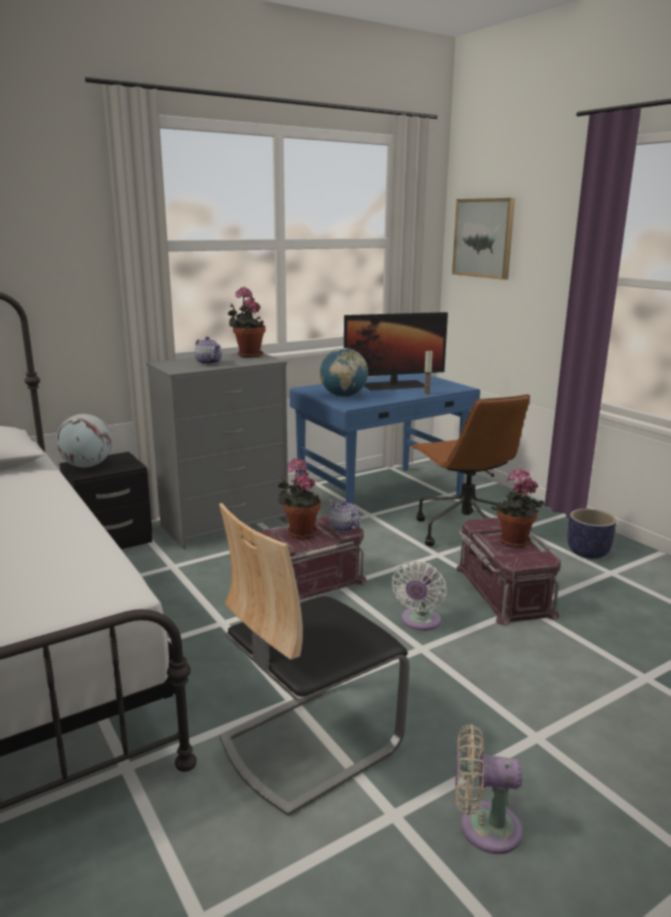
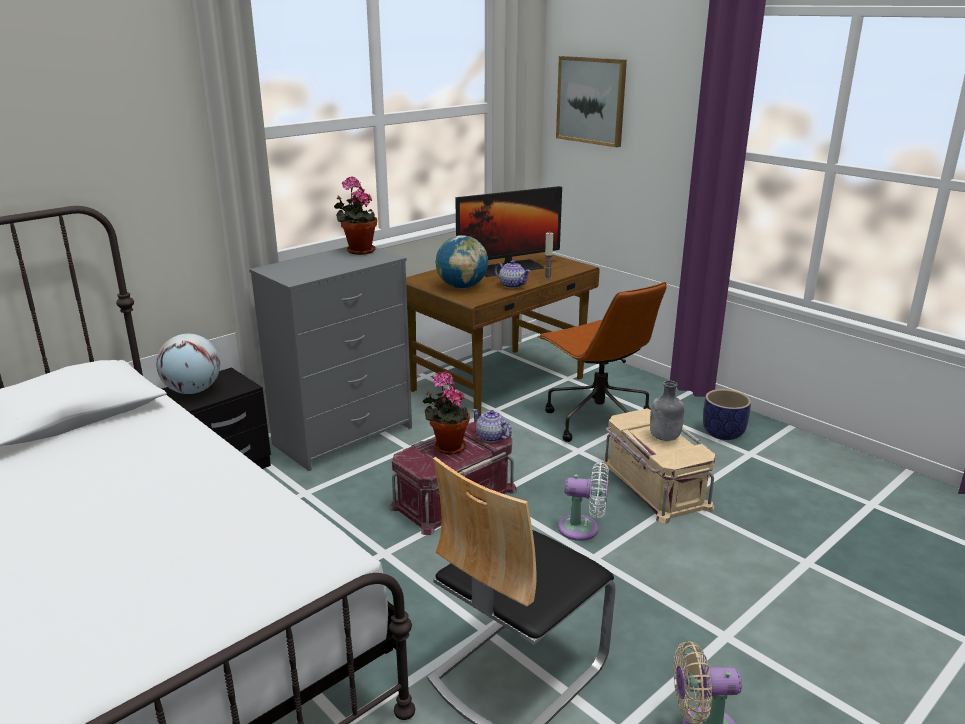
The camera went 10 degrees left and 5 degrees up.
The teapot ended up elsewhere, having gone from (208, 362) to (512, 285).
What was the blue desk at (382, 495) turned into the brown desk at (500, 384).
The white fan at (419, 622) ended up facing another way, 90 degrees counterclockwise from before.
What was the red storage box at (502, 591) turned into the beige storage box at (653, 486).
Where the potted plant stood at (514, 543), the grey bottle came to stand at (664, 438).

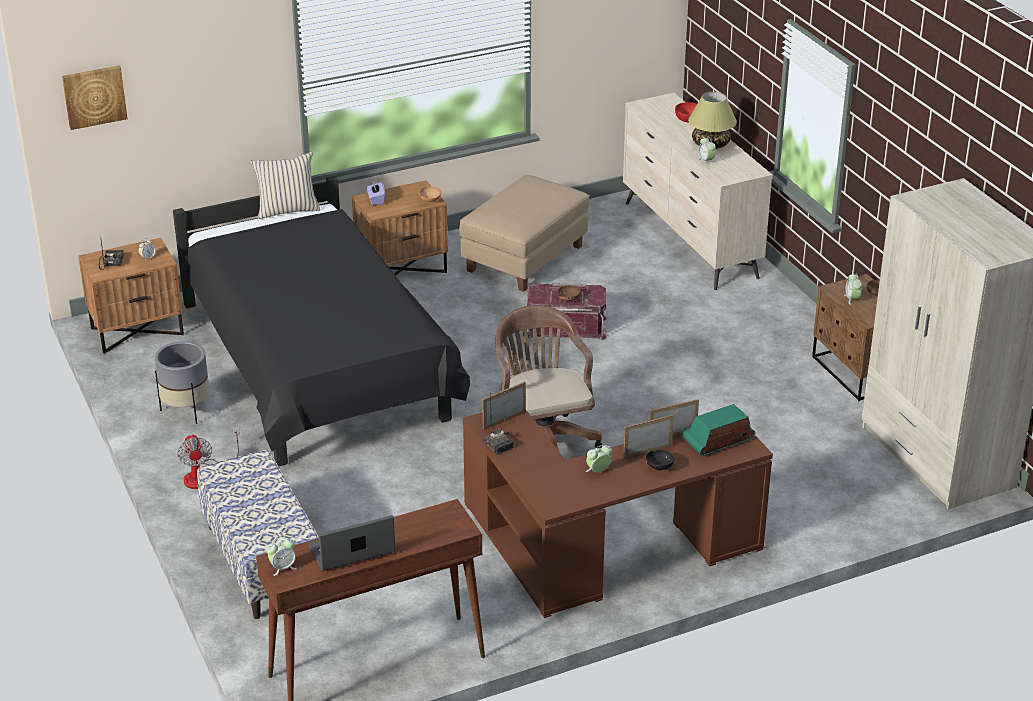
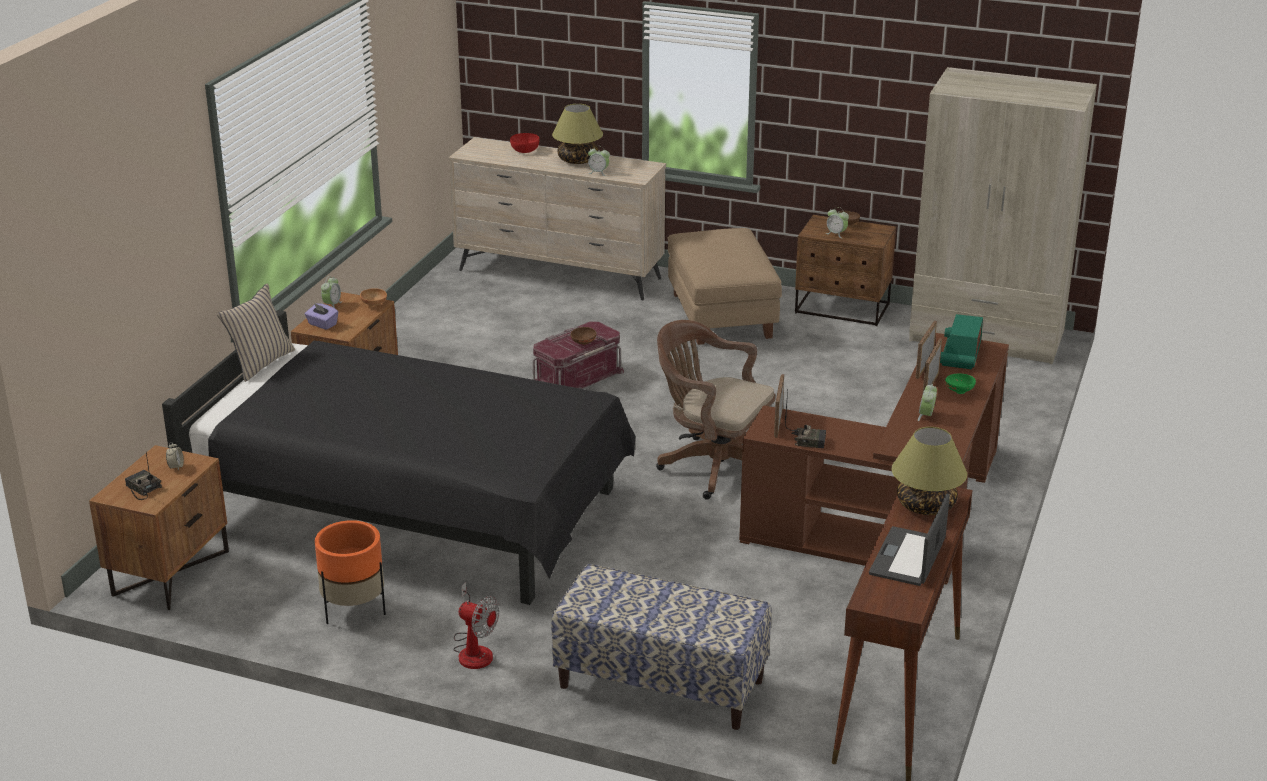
The camera went 45 degrees left and 5 degrees down.
The second view lost the picture at (94, 96).
What was the grey planter at (186, 410) turned into the orange planter at (353, 609).
The alarm clock ended up elsewhere, having gone from (283, 568) to (332, 305).
The beige ottoman ended up elsewhere, having gone from (525, 258) to (721, 315).
What was the black bowl at (659, 467) turned into the green bowl at (959, 390).
The second view gained the table lamp at (925, 505).

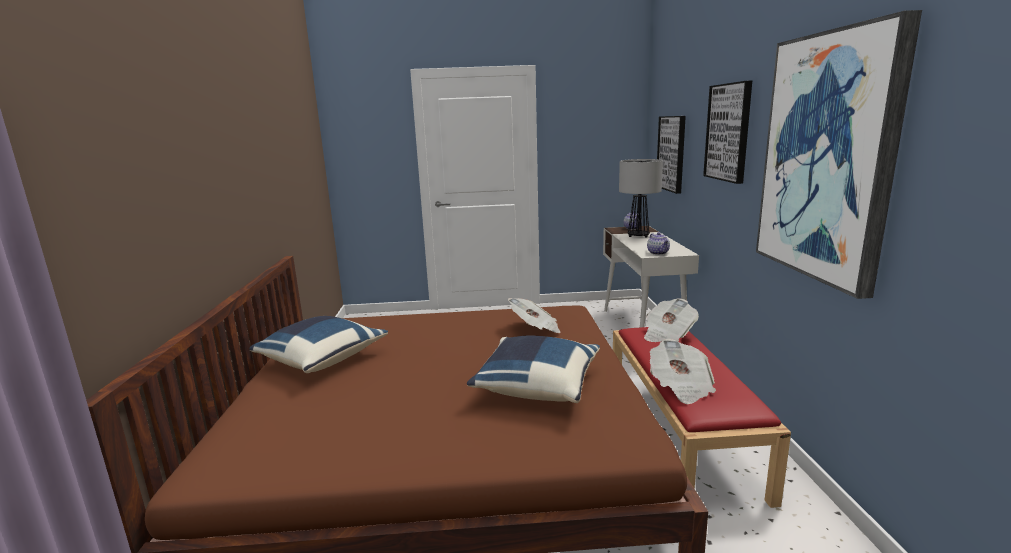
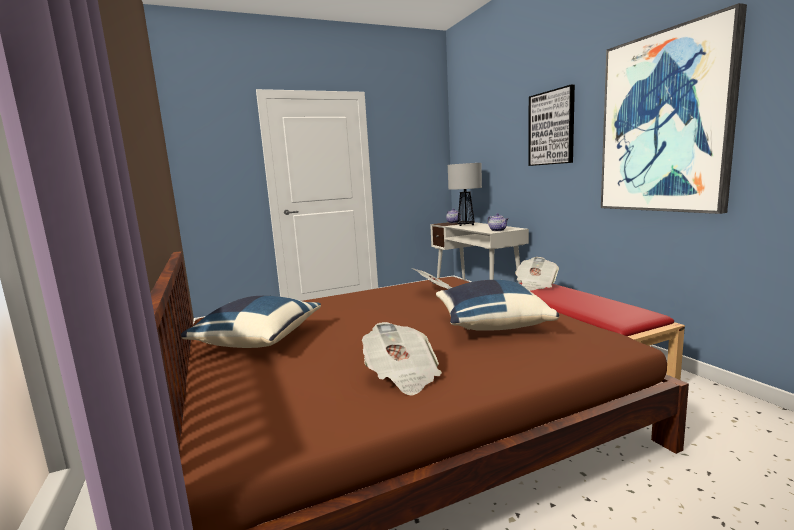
The camera went 20 degrees left and 5 degrees down.
The newspaper ended up elsewhere, having gone from (680, 387) to (402, 376).
The second view lost the picture at (672, 153).

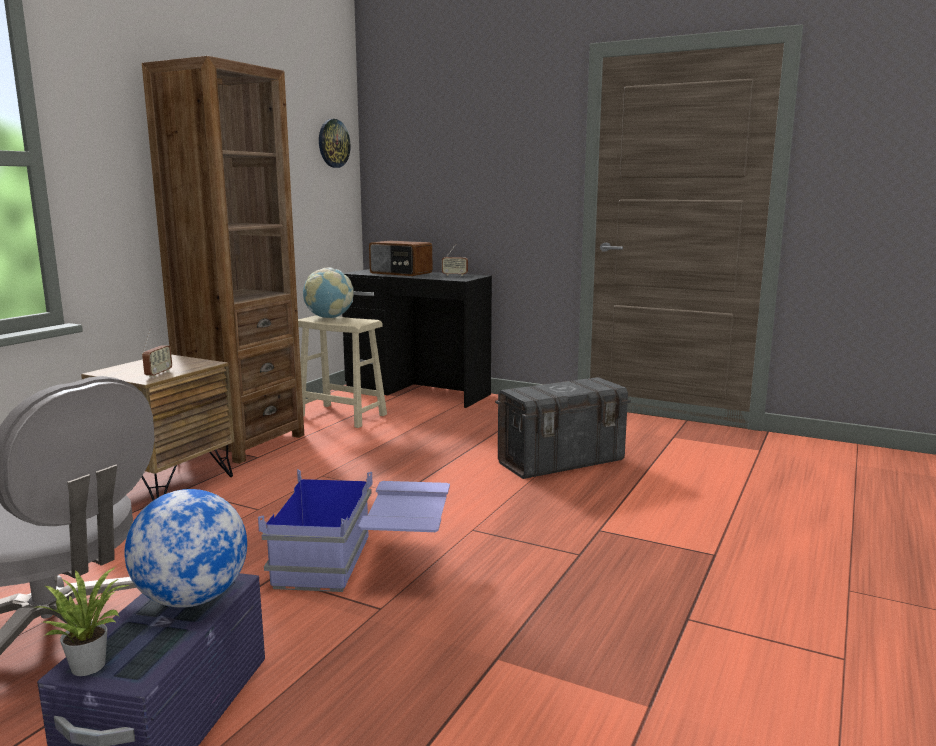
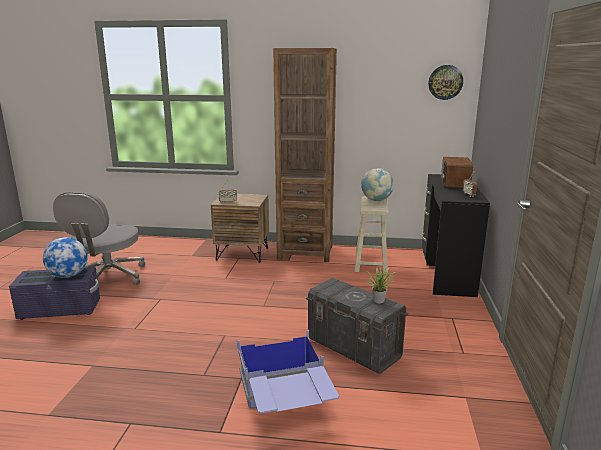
The camera went 70 degrees right and 5 degrees up.
The potted plant ended up elsewhere, having gone from (89, 663) to (379, 300).
The blue storage box ended up elsewhere, having gone from (363, 565) to (285, 406).

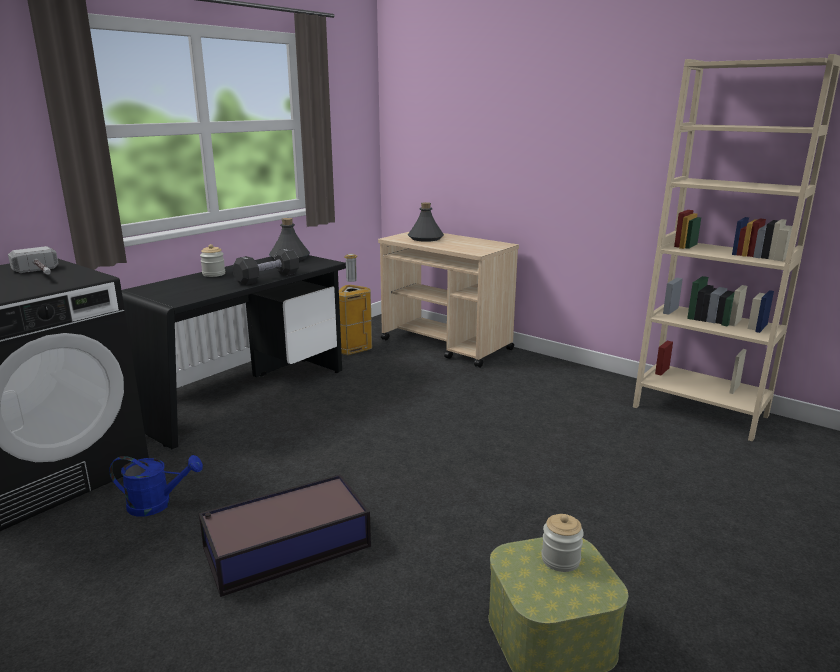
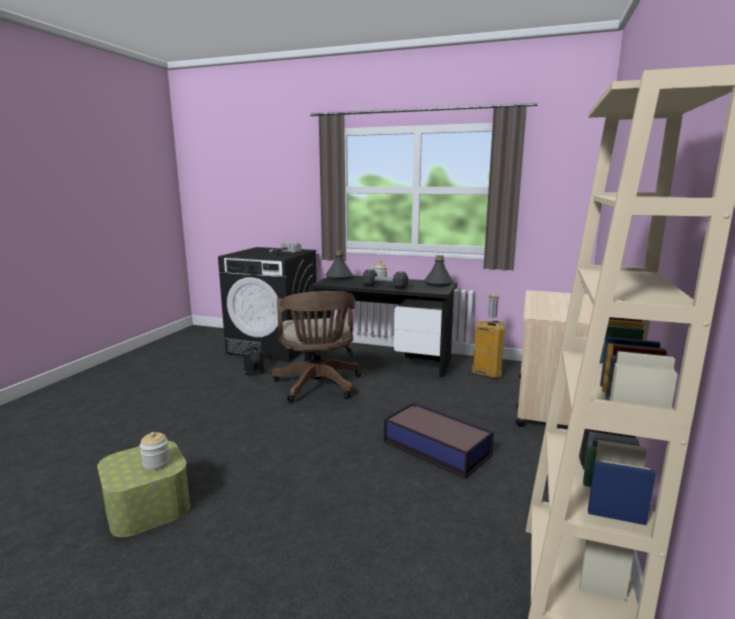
The camera went 70 degrees right and 5 degrees down.
What was the blue watering can at (157, 504) turned into the black watering can at (255, 373).
The storage box ended up elsewhere, having gone from (284, 547) to (435, 448).
The grey bottle ended up elsewhere, having gone from (425, 238) to (339, 277).
The second view gained the brown office chair at (318, 386).

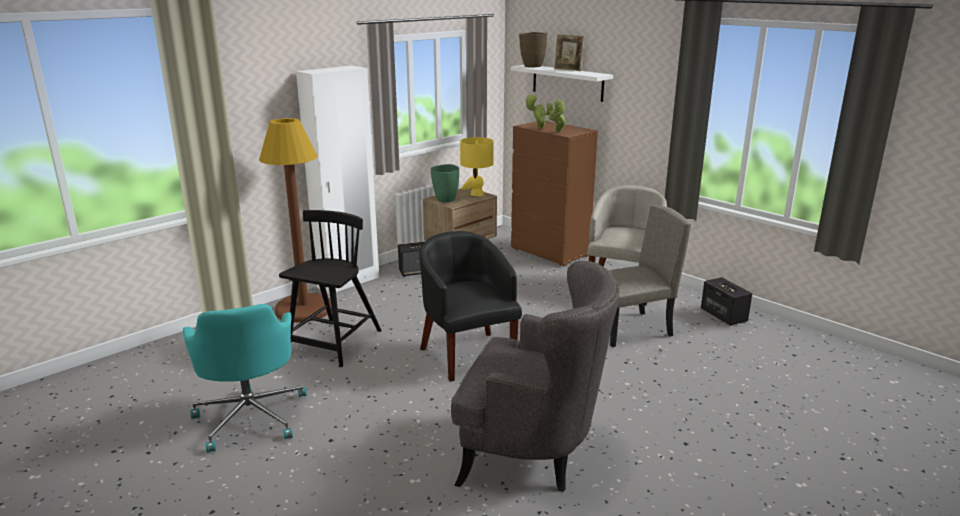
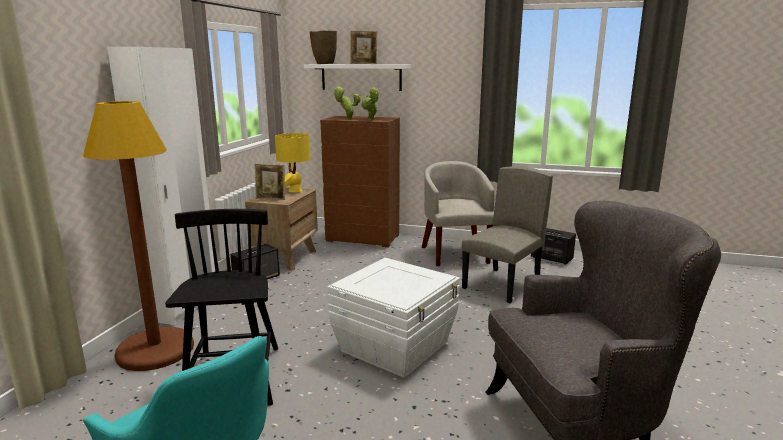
The camera went 30 degrees left and 5 degrees down.
Where the black armchair stood at (467, 354), the white storage box came to stand at (395, 347).
Where the green vase stood at (445, 200), the picture frame came to stand at (271, 199).

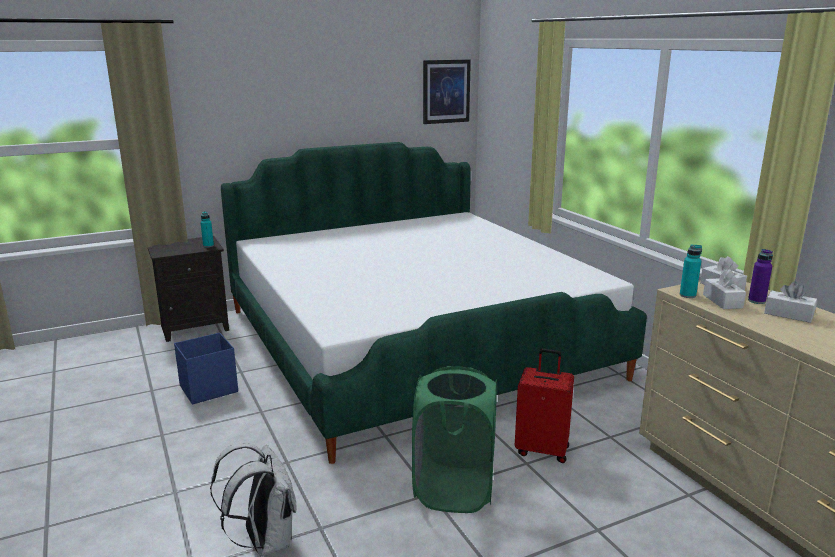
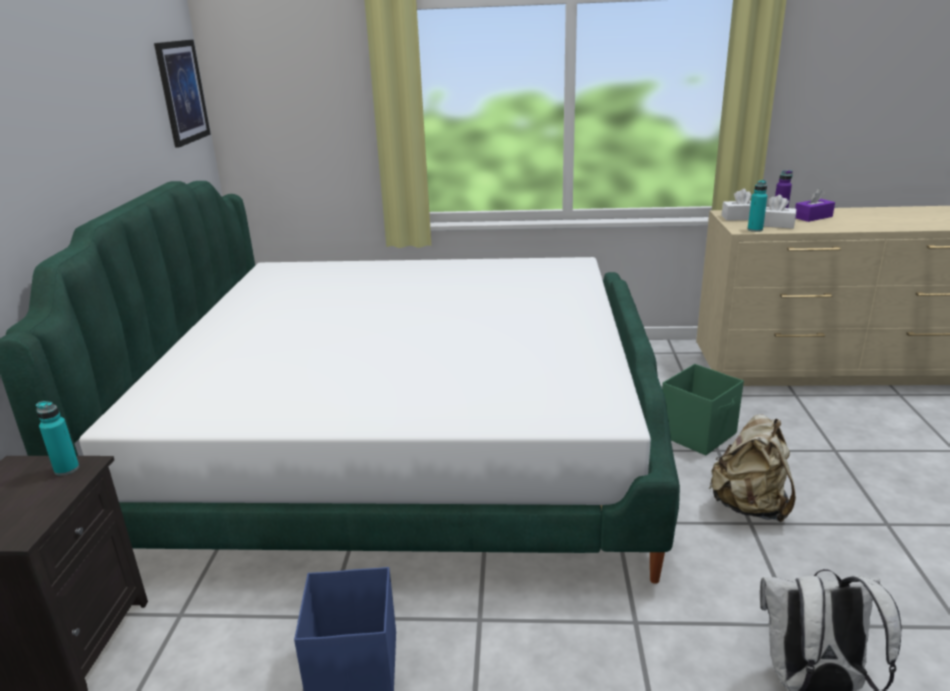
The camera went 60 degrees left and 5 degrees up.
Where the green laundry basket stood at (454, 490), the beige backpack came to stand at (749, 506).
Where the red suitcase stood at (542, 449), the green storage box came to stand at (698, 434).
What was the white tissue box at (788, 314) turned into the purple tissue box at (813, 217).

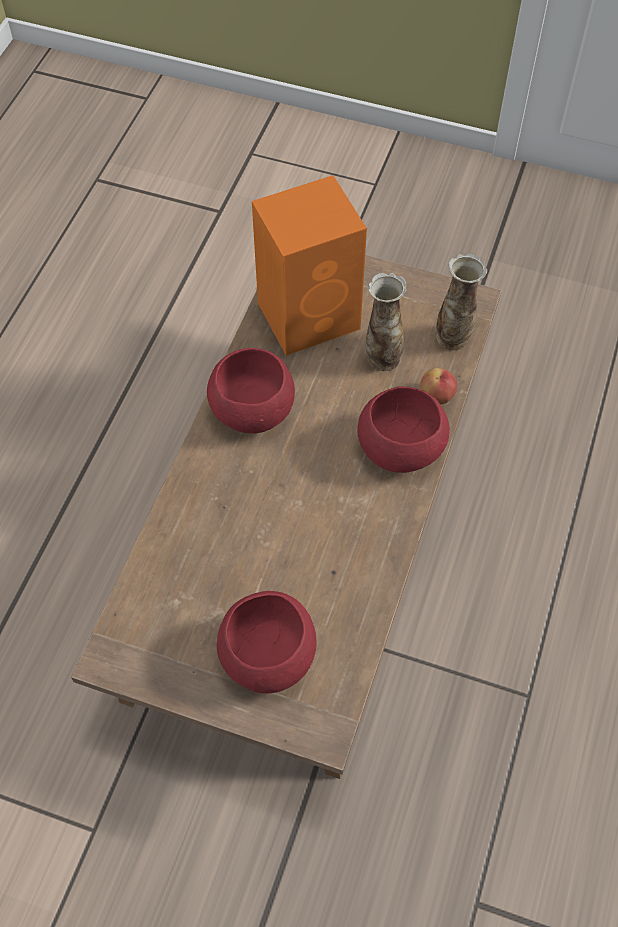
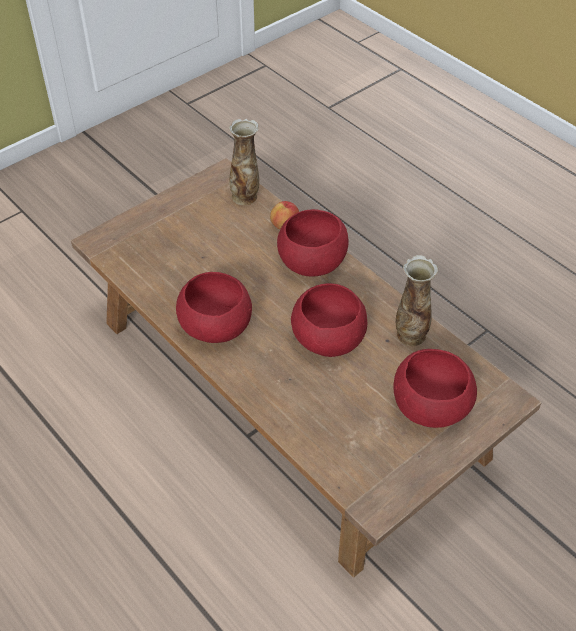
The camera went 60 degrees left and 10 degrees down.
The second view lost the orange speaker at (311, 315).
The vase ended up elsewhere, having gone from (382, 358) to (410, 335).
The second view gained the red bowl at (329, 338).

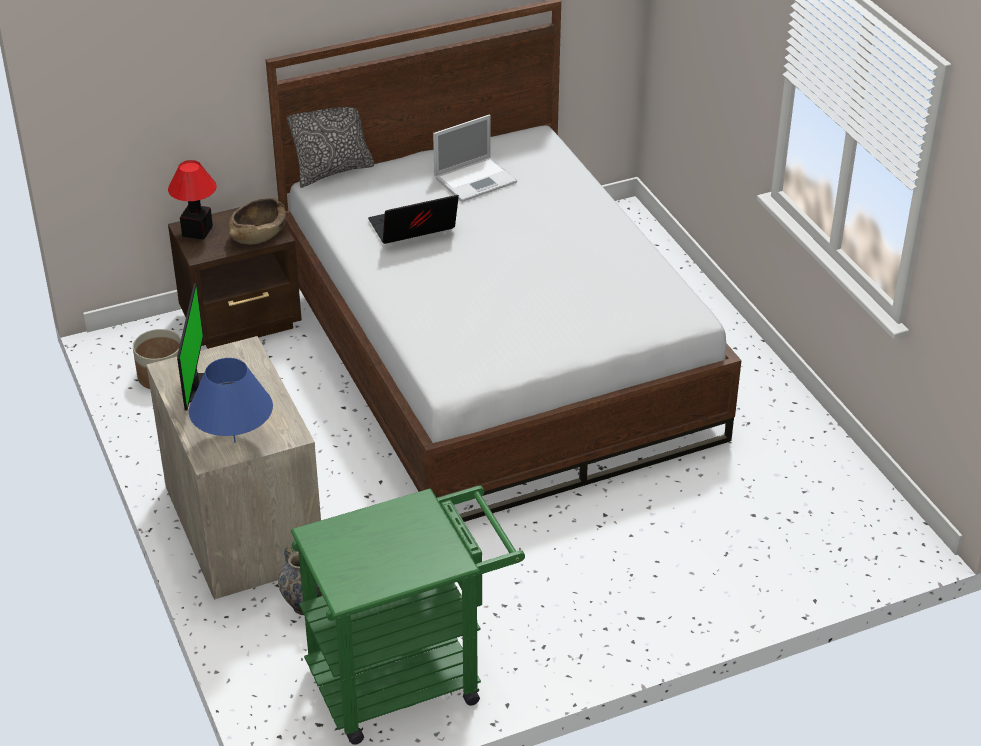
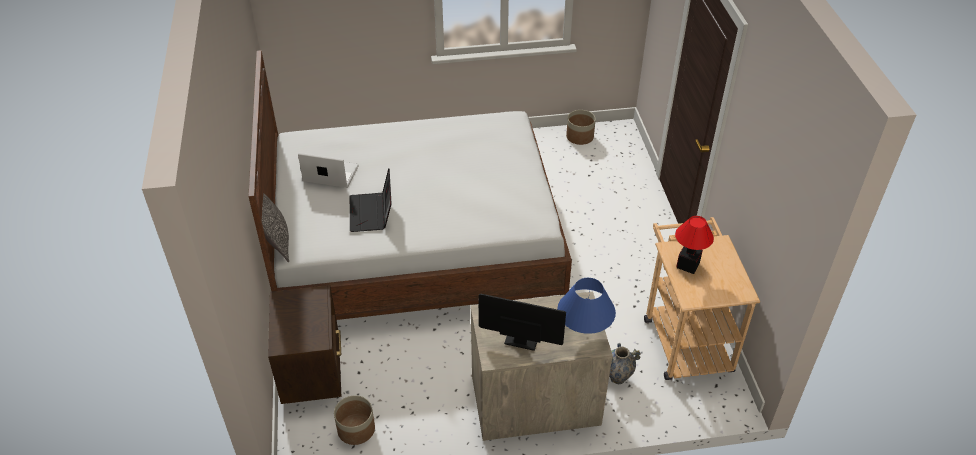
The camera went 75 degrees left and 5 degrees up.
The table lamp ended up elsewhere, having gone from (198, 231) to (688, 264).
The second view lost the brown bowl at (258, 234).
What was the green cart at (409, 677) turned into the beige cart at (684, 338).
The laptop at (476, 179) ended up facing another way, 60 degrees counterclockwise from before.
The second view gained the planter at (580, 136).

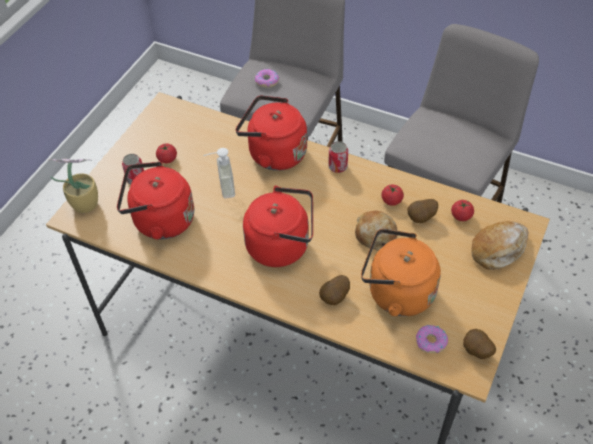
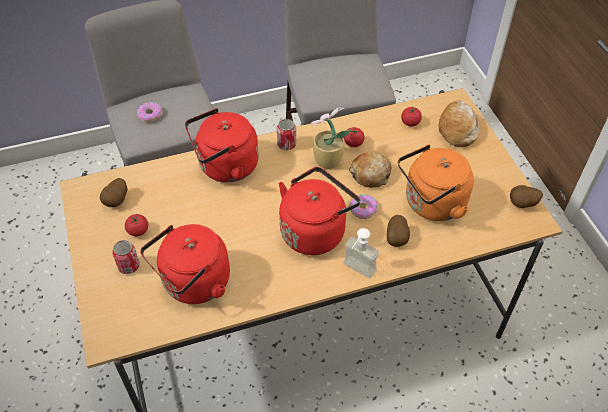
The camera went 45 degrees left and 0 degrees up.
The potted plant ended up elsewhere, having gone from (84, 204) to (326, 161).
The soap dispenser ended up elsewhere, having gone from (221, 188) to (356, 272).
The potato ended up elsewhere, having gone from (421, 218) to (117, 201).
The donut ended up elsewhere, having gone from (431, 342) to (363, 209).

